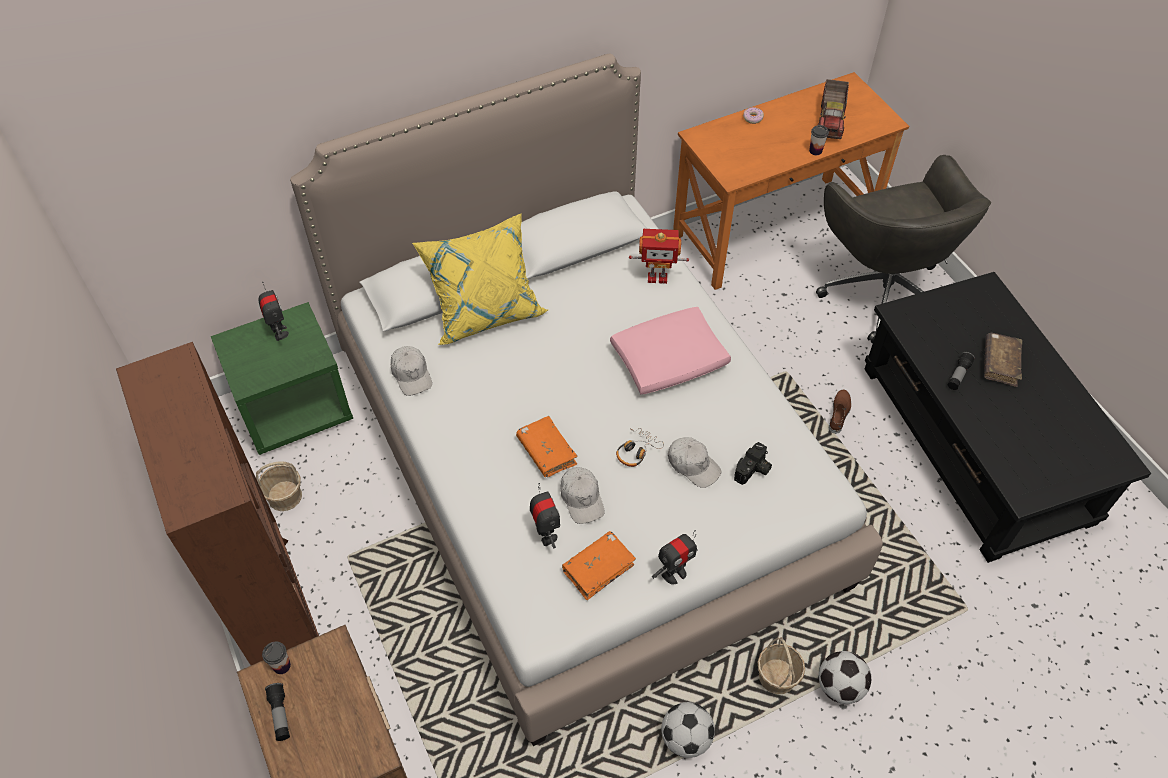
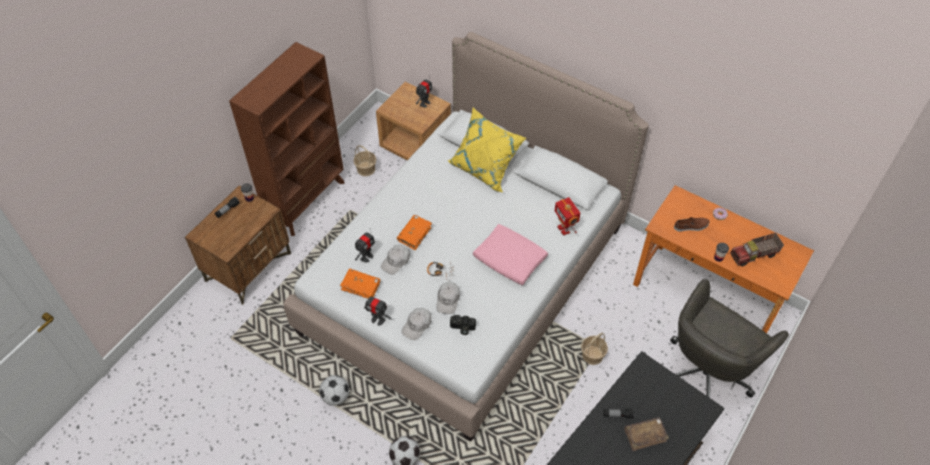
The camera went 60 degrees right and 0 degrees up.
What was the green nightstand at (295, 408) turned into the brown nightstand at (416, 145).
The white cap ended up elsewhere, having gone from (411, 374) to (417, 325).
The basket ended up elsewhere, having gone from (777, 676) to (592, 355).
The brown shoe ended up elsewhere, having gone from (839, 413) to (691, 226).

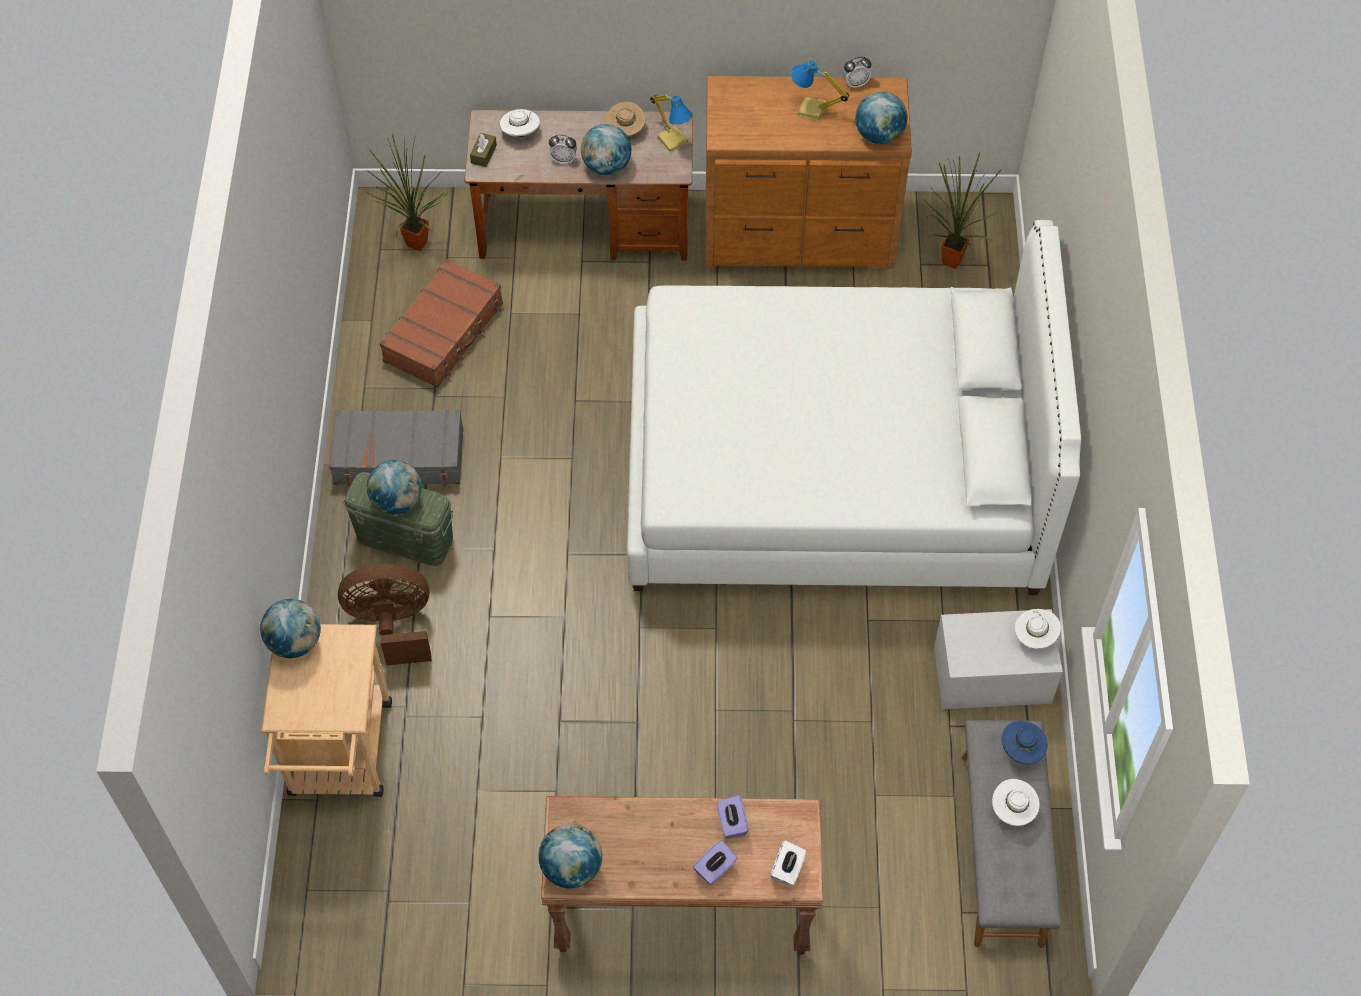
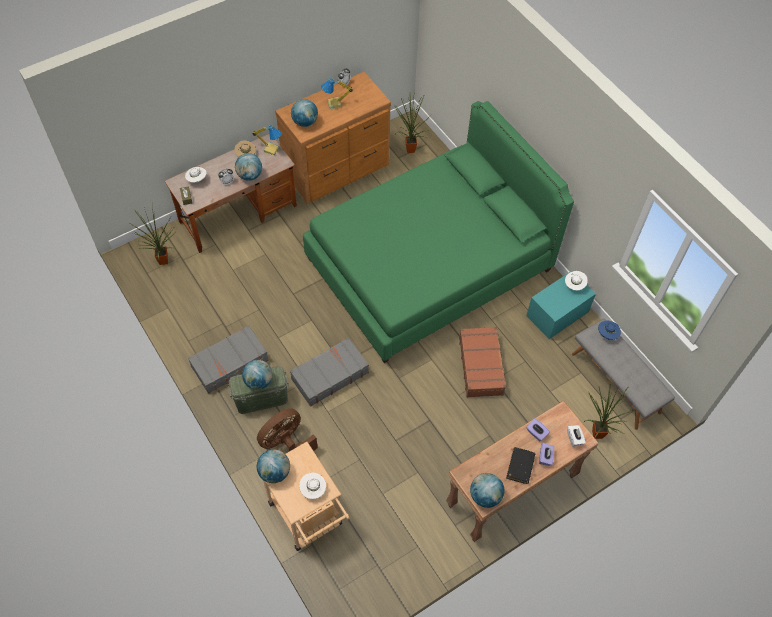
The camera went 35 degrees left and 0 degrees up.
The brown suitcase ended up elsewhere, having gone from (445, 333) to (481, 366).
What was the white bed at (832, 471) turned into the green bed at (428, 264).
The globe ended up elsewhere, having gone from (879, 135) to (305, 122).
What was the white storage box at (992, 675) turned into the turquoise storage box at (557, 313).
The white hat ended up elsewhere, having gone from (1013, 810) to (313, 489).
The second view gained the grey suitcase at (329, 375).
The second view gained the black book at (520, 467).
The second view gained the potted plant at (594, 434).

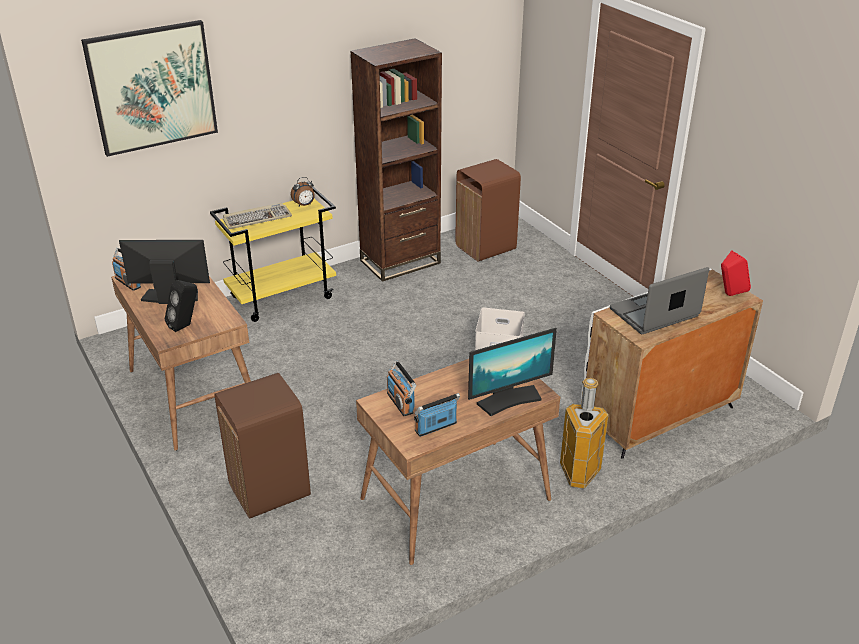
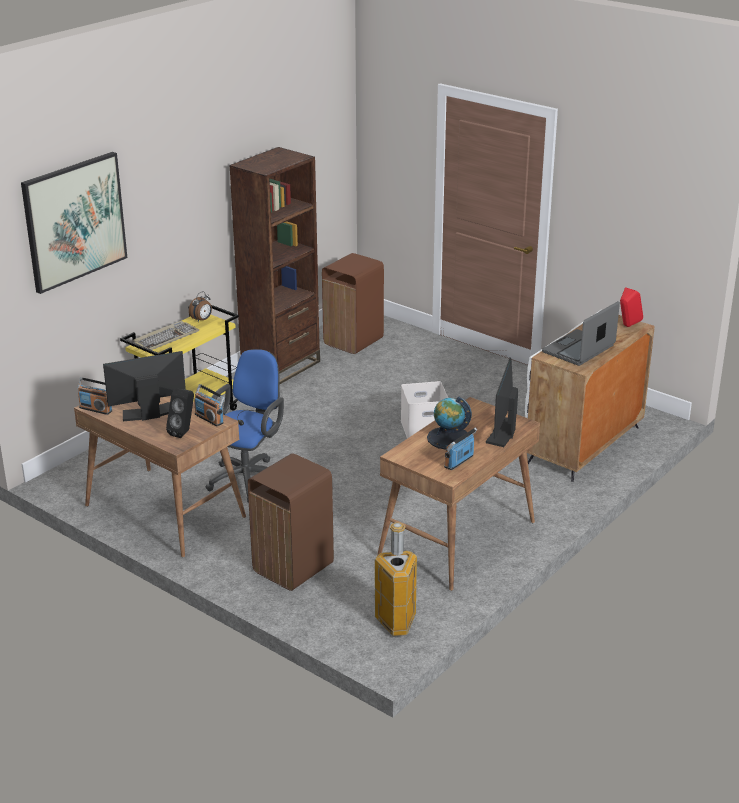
The camera went 20 degrees left and 5 degrees down.
The radio ended up elsewhere, having gone from (400, 403) to (209, 418).
The monitor at (509, 399) ended up facing another way, 150 degrees clockwise from before.
The trash can ended up elsewhere, having gone from (579, 474) to (396, 623).
The second view gained the blue office chair at (249, 477).
The second view gained the globe at (448, 438).

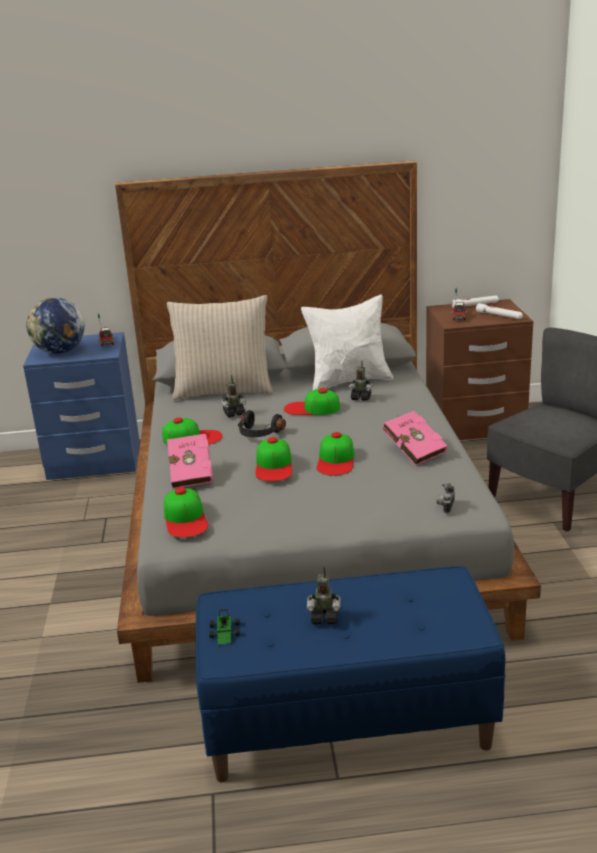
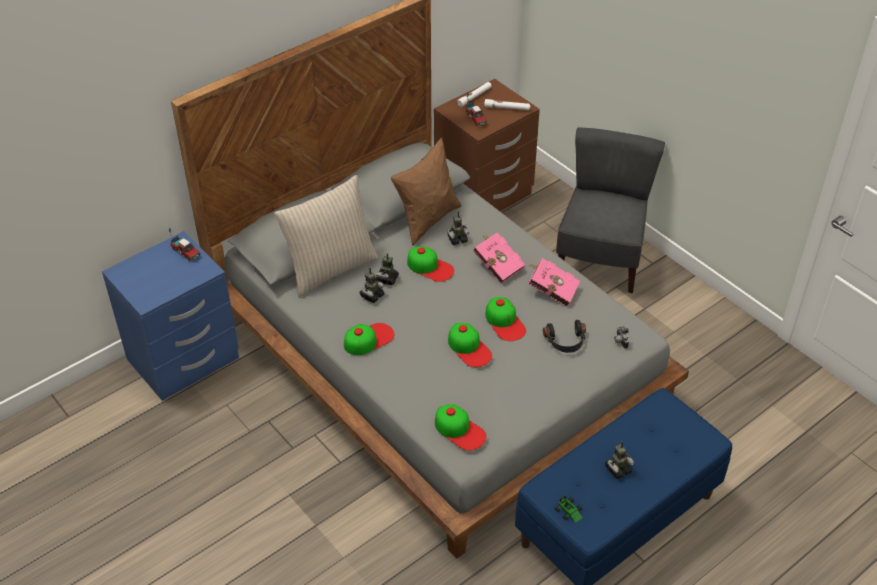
The camera went 35 degrees left and 20 degrees up.
The second view lost the globe at (60, 352).
The pink book ended up elsewhere, having gone from (192, 474) to (497, 265).
The black headphones ended up elsewhere, having gone from (258, 434) to (565, 342).
The cap at (311, 408) ended up facing another way, 120 degrees counterclockwise from before.
What was the white pillow at (349, 381) turned into the brown pillow at (427, 220).
The second view gained the toy robot at (387, 279).

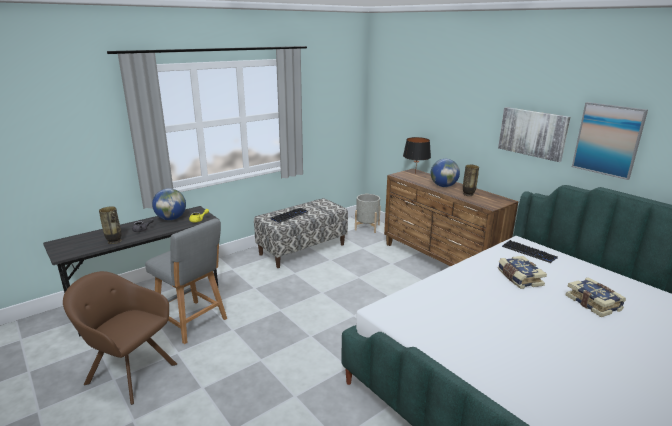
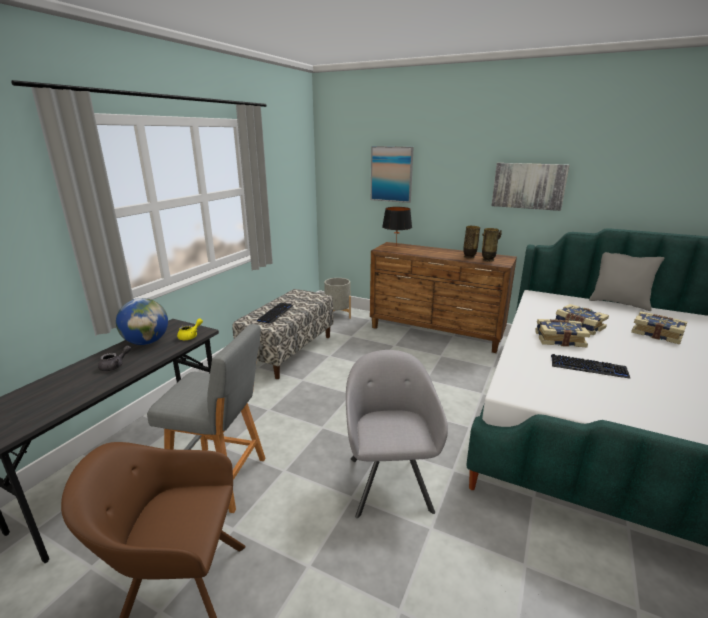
The camera went 25 degrees left and 0 degrees up.
The vase ended up elsewhere, having gone from (114, 241) to (488, 260).
The second view lost the globe at (443, 186).
The keyboard ended up elsewhere, having gone from (529, 252) to (588, 367).
The picture ended up elsewhere, having gone from (608, 140) to (391, 174).
The second view gained the grey armchair at (389, 479).
The second view gained the book at (559, 339).
The second view gained the grey pillow at (619, 303).

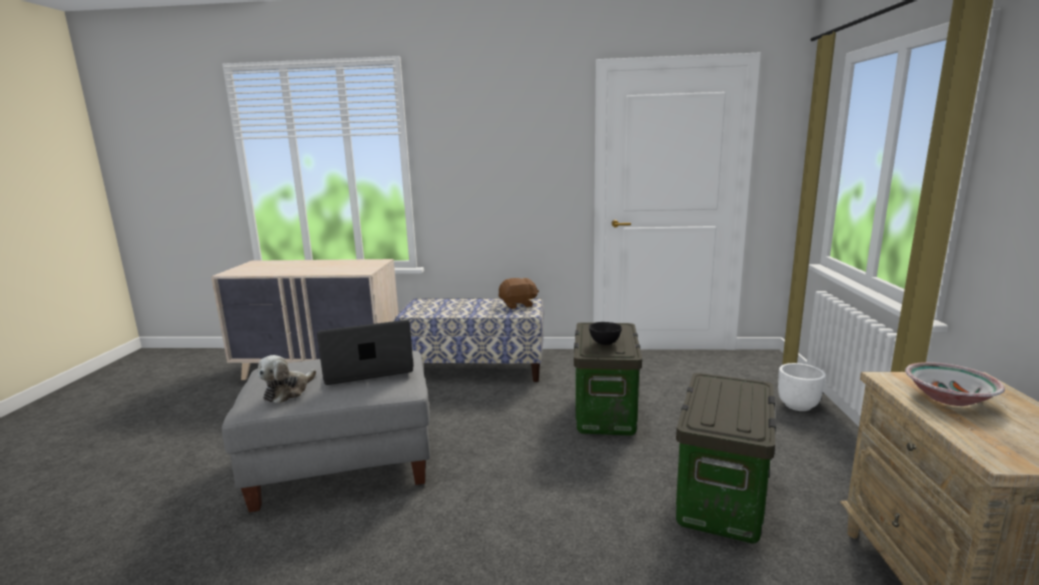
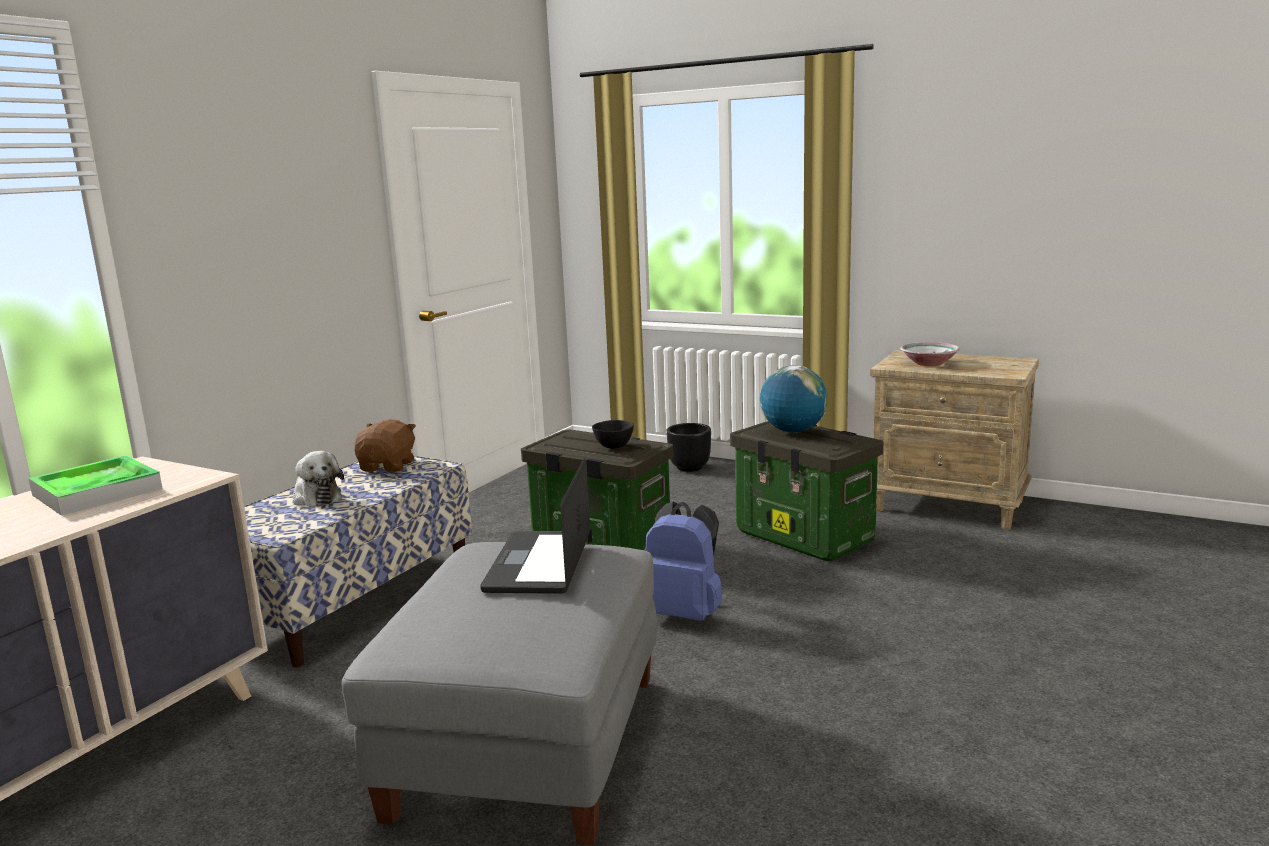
The camera went 65 degrees left and 0 degrees up.
The plush toy ended up elsewhere, having gone from (288, 392) to (316, 497).
What was the white planter at (798, 406) turned into the black planter at (690, 467).
The second view gained the tray at (97, 492).
The second view gained the blue backpack at (684, 613).
The second view gained the globe at (793, 431).

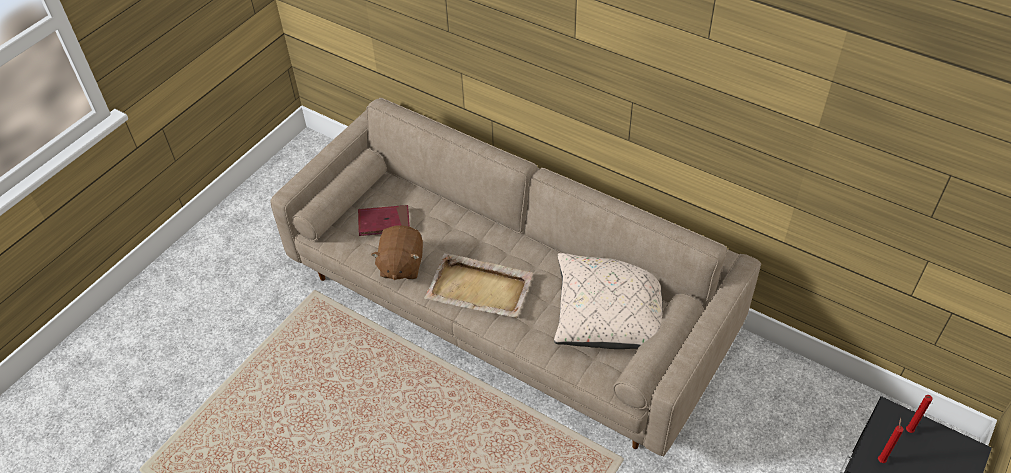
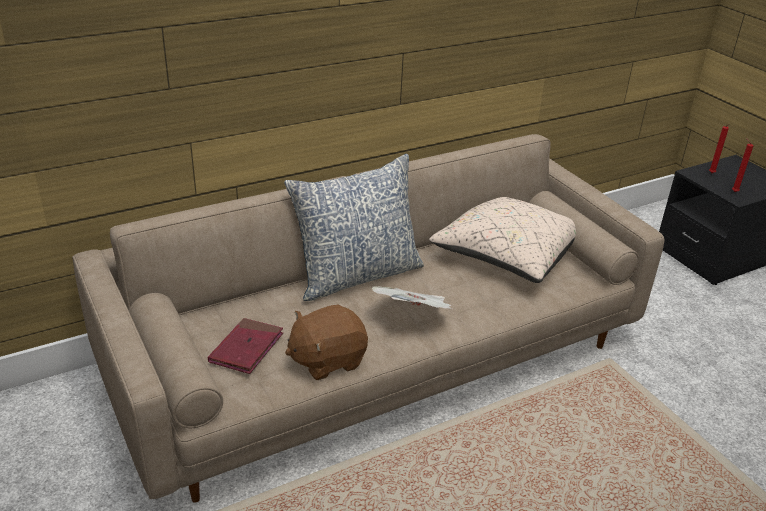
The camera went 65 degrees left and 15 degrees down.
The brown plush toy at (401, 265) ended up facing another way, 120 degrees clockwise from before.
Where the beige tray stood at (480, 288), the newspaper came to stand at (414, 314).
The second view gained the pillow at (357, 275).

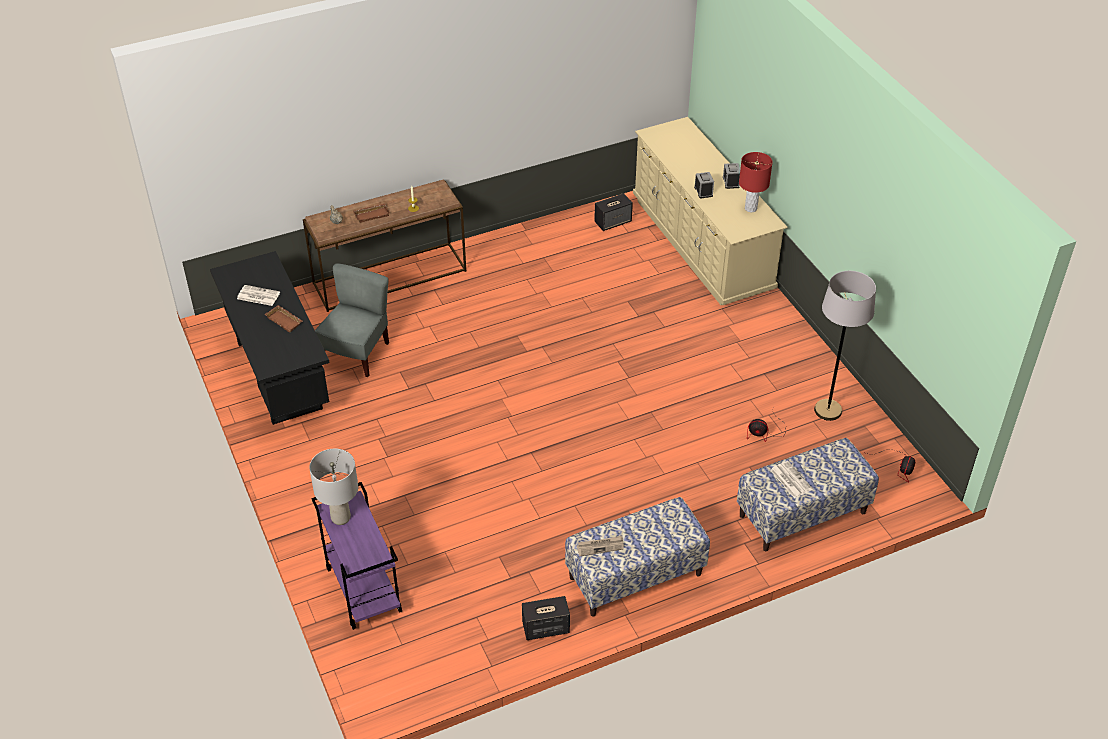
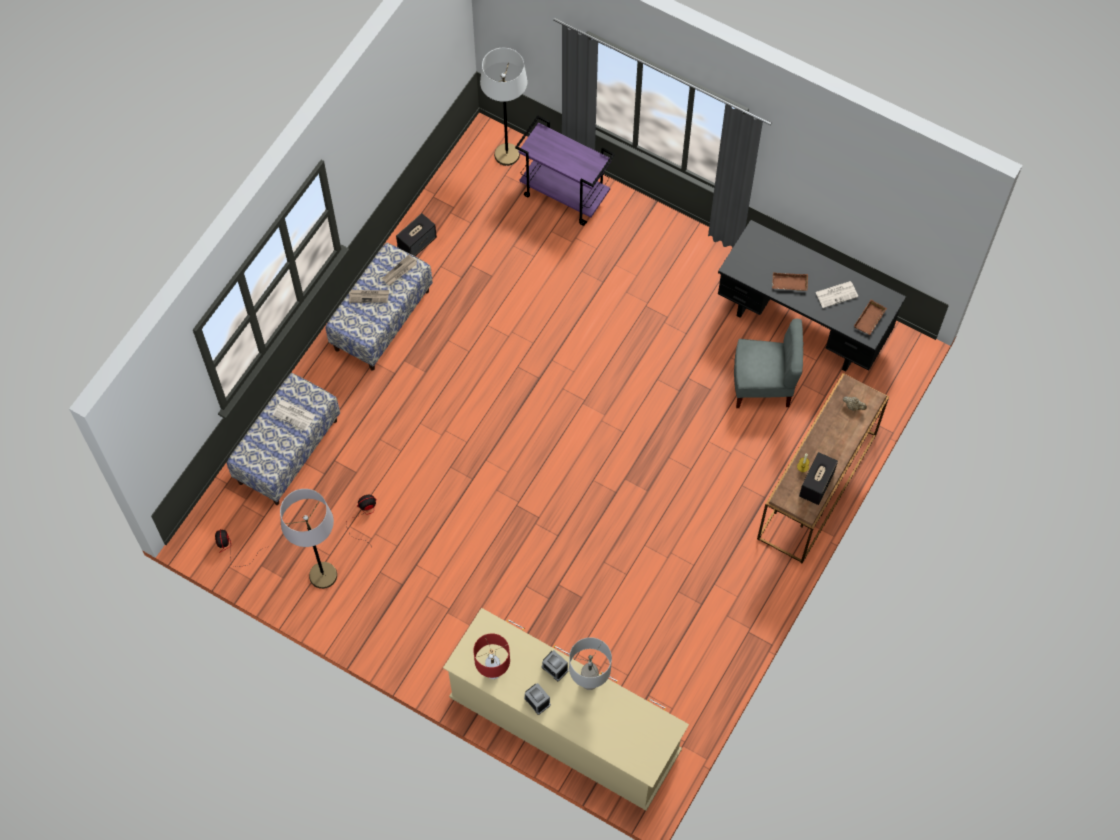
The camera went 145 degrees right and 20 degrees up.
The grey table lamp ended up elsewhere, having gone from (340, 517) to (589, 681).
The grey chair at (357, 353) ended up facing another way, 75 degrees counterclockwise from before.
The brown tray ended up elsewhere, having gone from (372, 214) to (870, 320).
The speaker ended up elsewhere, having gone from (613, 222) to (816, 485).
The second view gained the newspaper at (369, 296).
The second view gained the white floor lamp at (507, 155).

